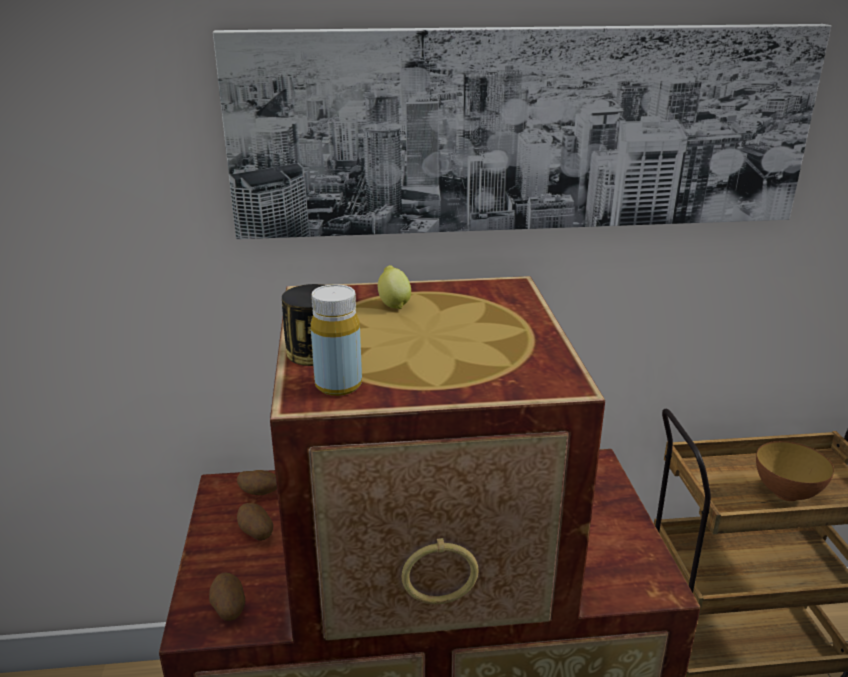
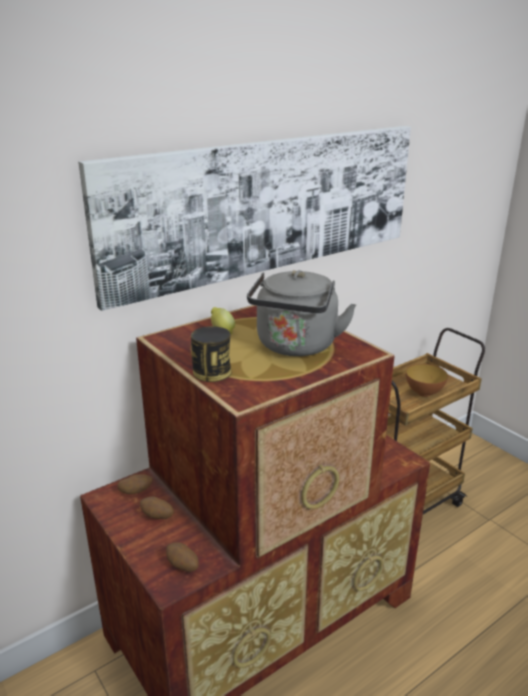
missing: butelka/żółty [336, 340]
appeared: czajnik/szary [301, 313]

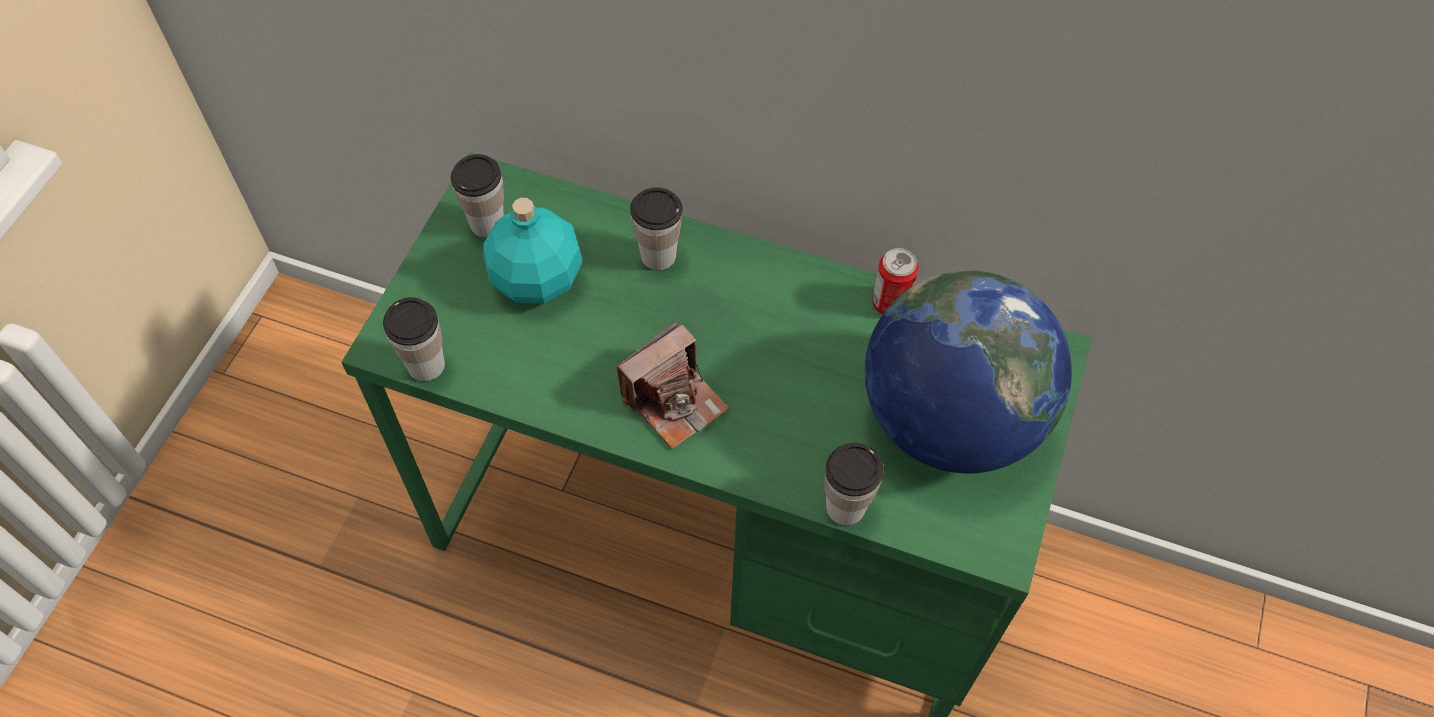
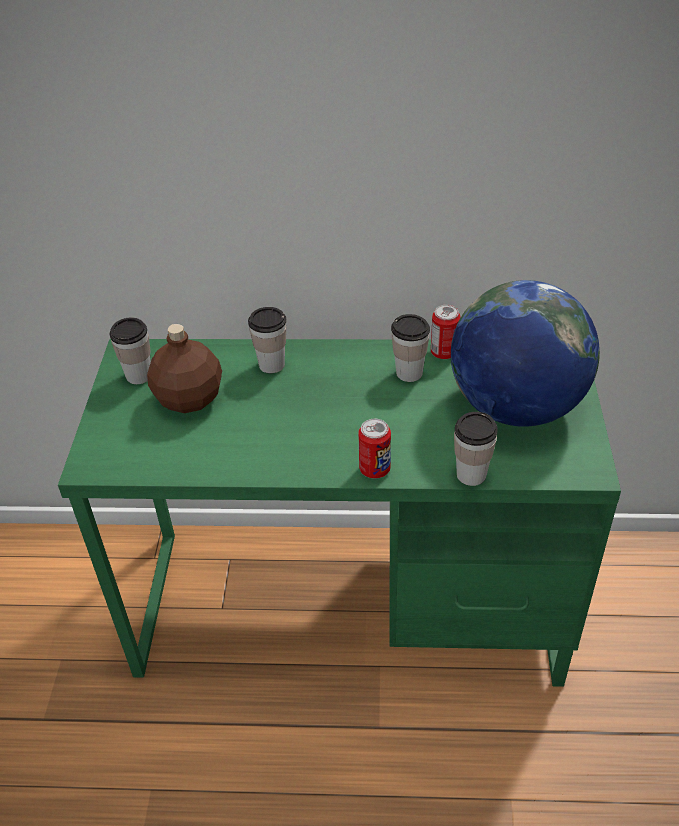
missing: aparat fotograficzny [673, 385]
appeared: puszka [374, 448]
relocated: filiżanka [414, 339] to [410, 348]
colour: butelka/turkusowy [533, 251] to butelka/brązowy [184, 368]

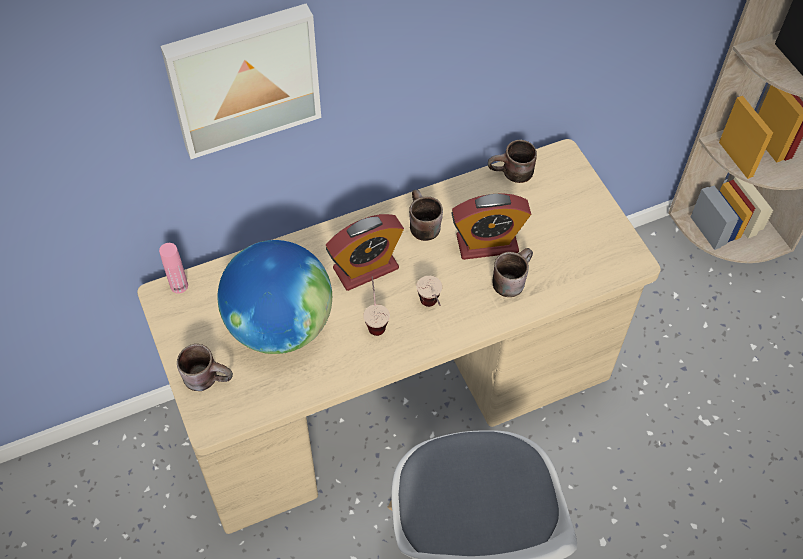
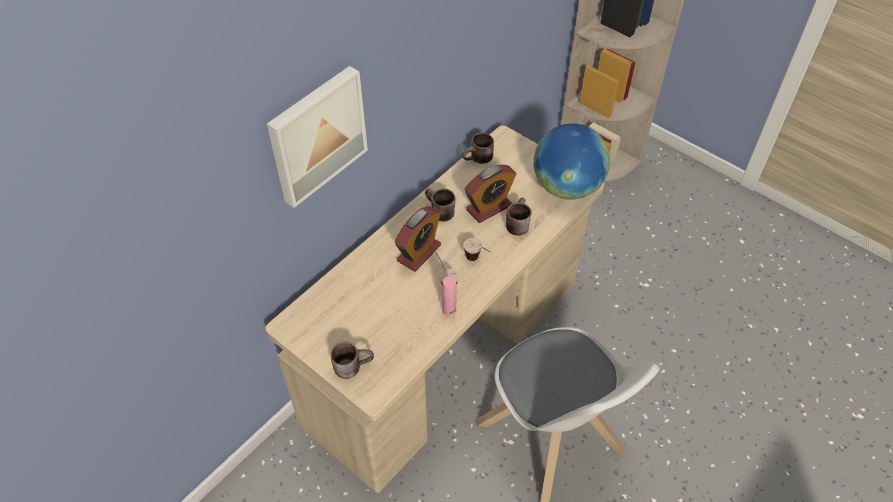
relocated: globus [275, 297] to [571, 161]; butelka/różowy [173, 268] to [449, 296]

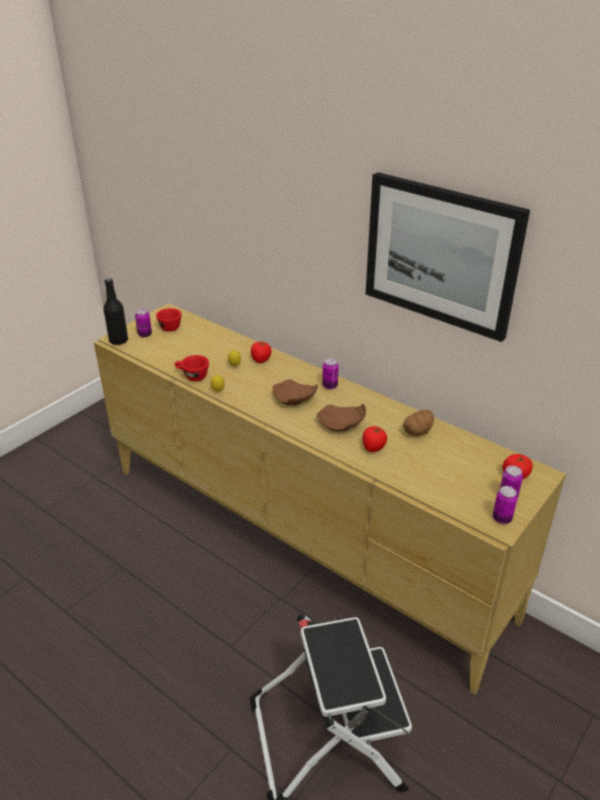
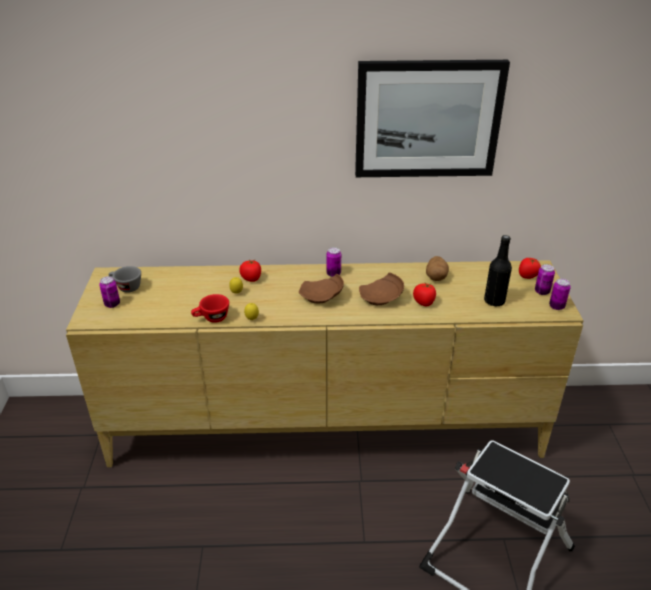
relocated: butelka/czarny [115, 311] to [498, 270]
colour: filiżanka/czerwony [169, 320] to filiżanka/szary [124, 279]

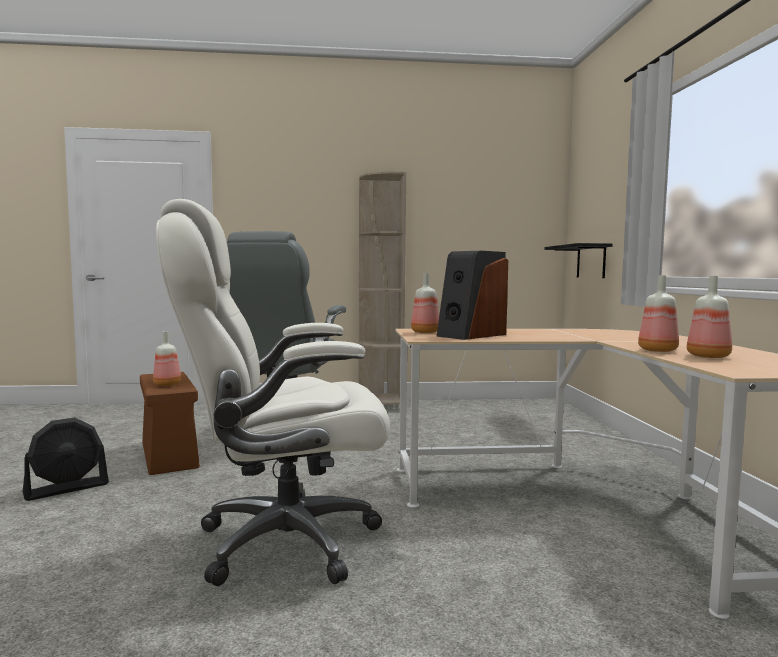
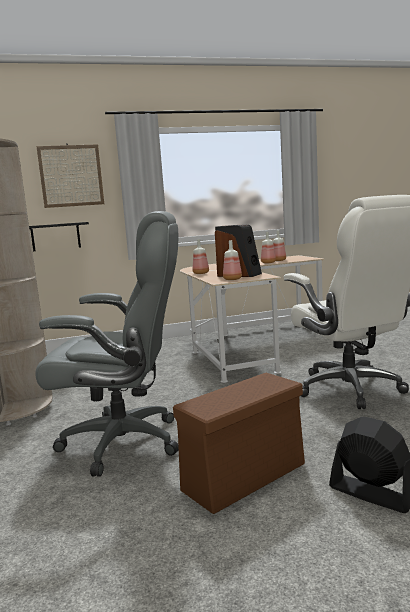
appeared: obraz [70, 175]
relocated: butelka [167, 358] to [200, 256]

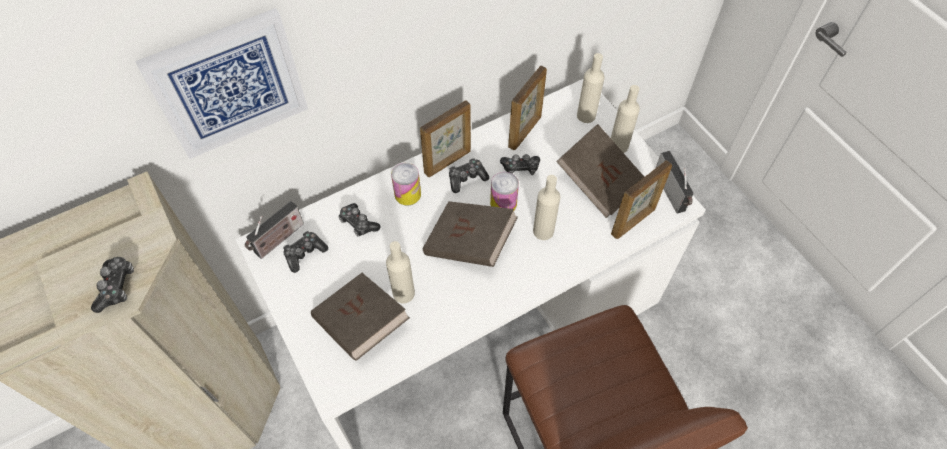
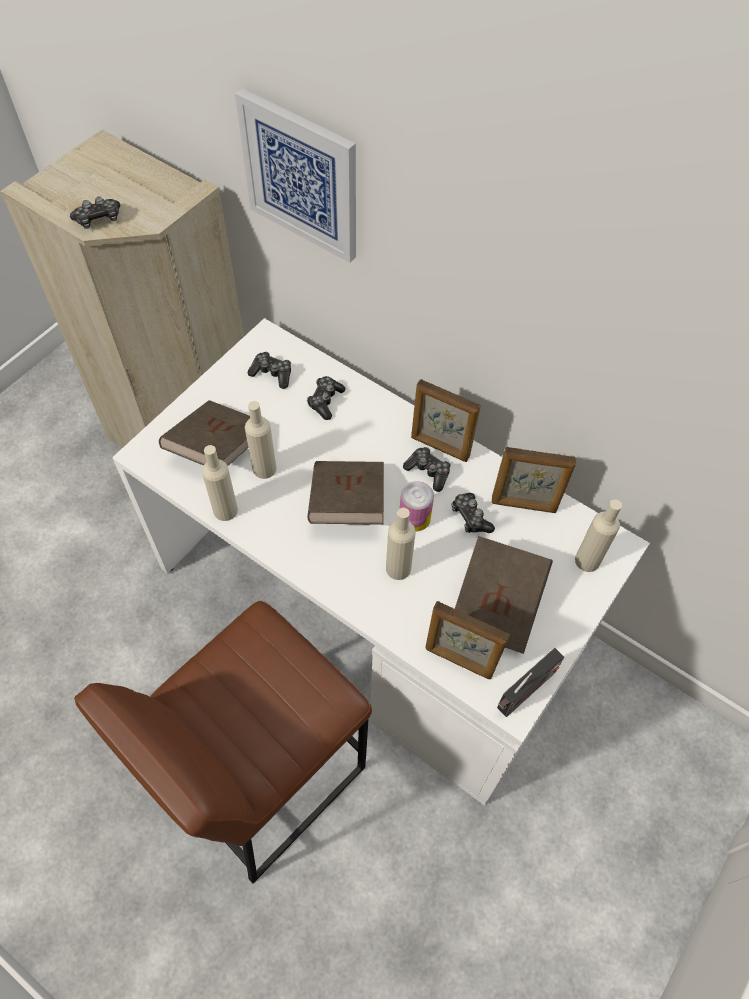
missing: puszka [406, 184]; radio [274, 230]
relocated: butelka/beżowy [625, 119] to [220, 483]

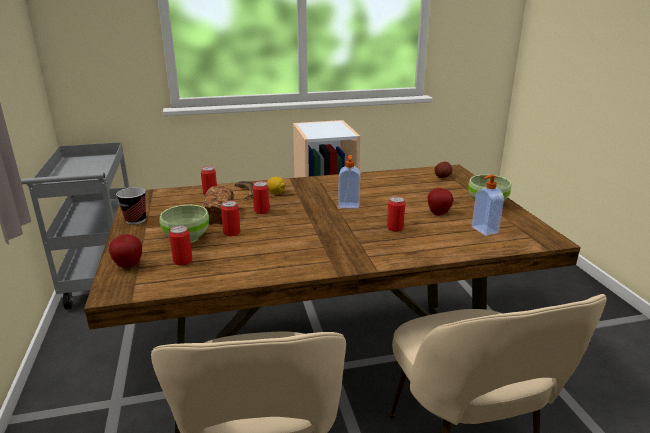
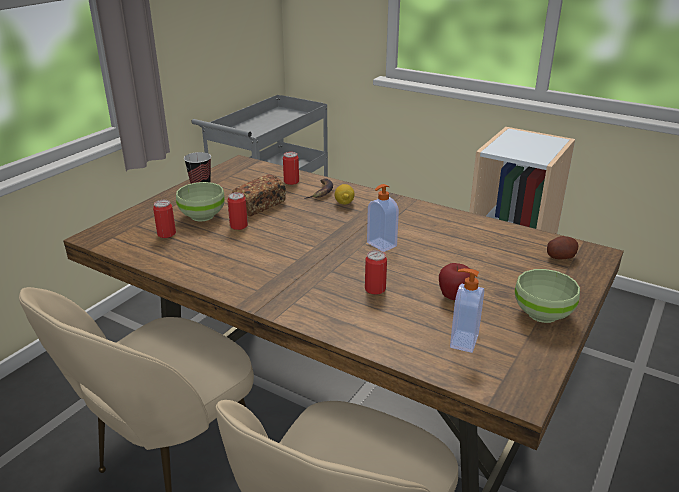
missing: puszka [261, 197]; jabłko [125, 251]

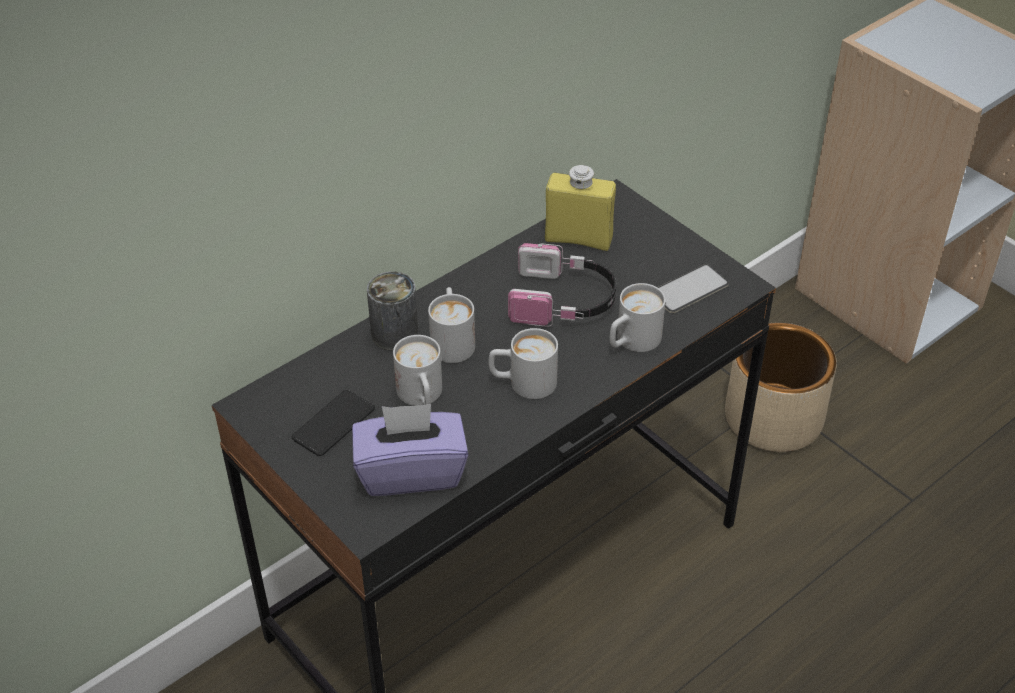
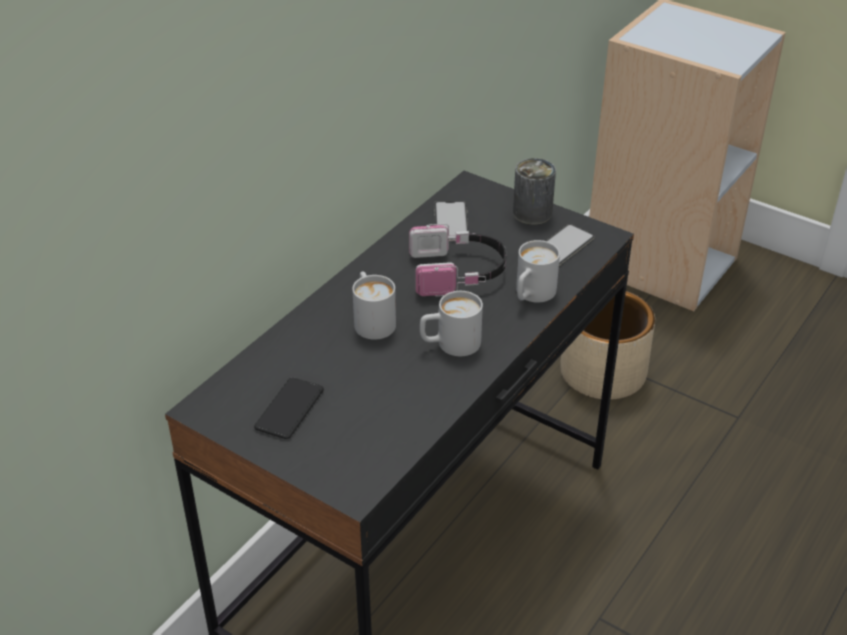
missing: kubek/biały [417, 370]; pudełko chusteczek/fioletowy [410, 450]
relocated: puszka [392, 311] to [534, 191]
exchanged: butelka/żółty [580, 208] to telefon [451, 221]

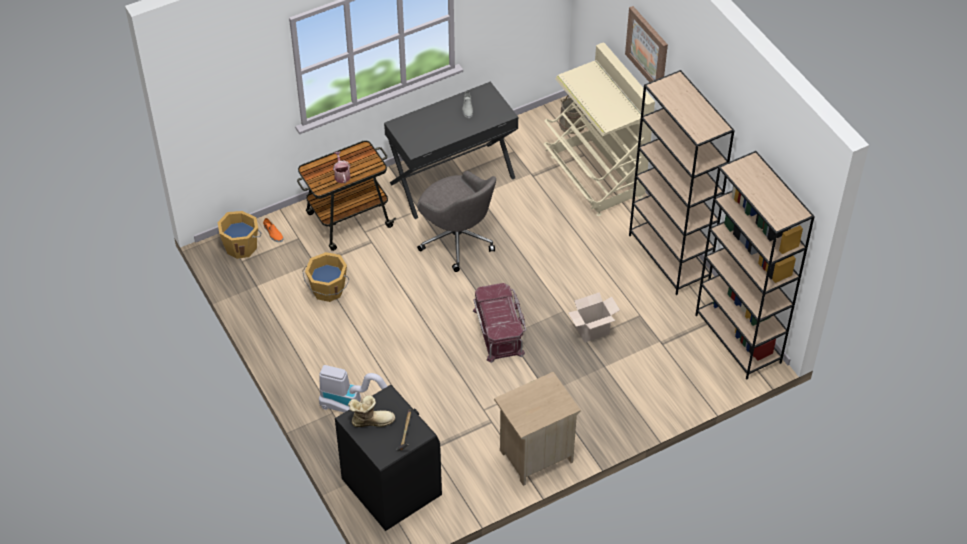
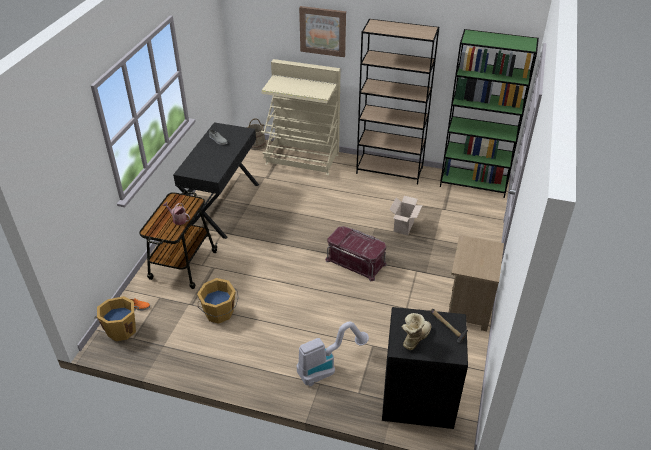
missing: krzesło biurowe/szary [456, 221]
colour: regał/beżowy [755, 265] to regał/zielony [489, 113]

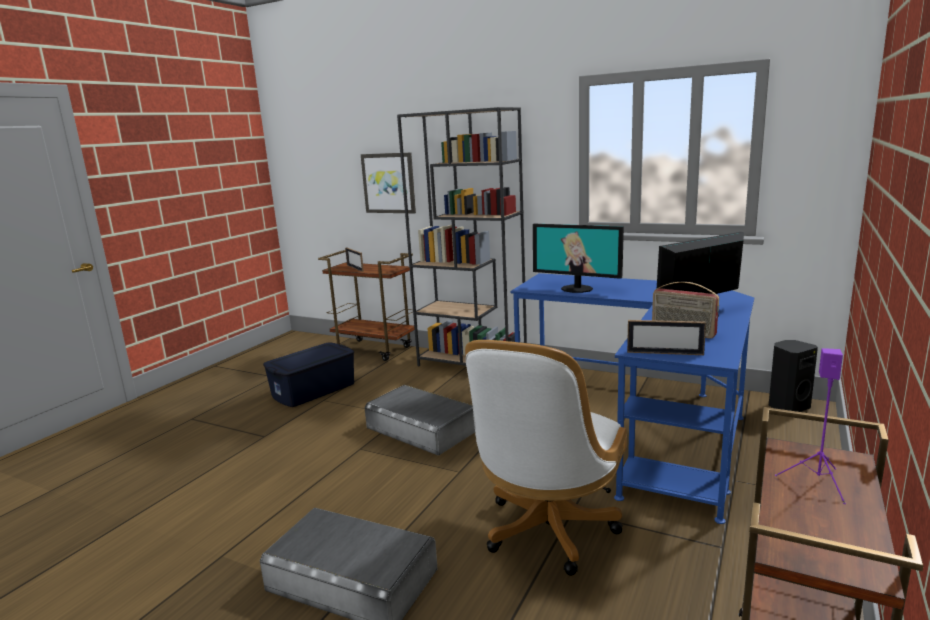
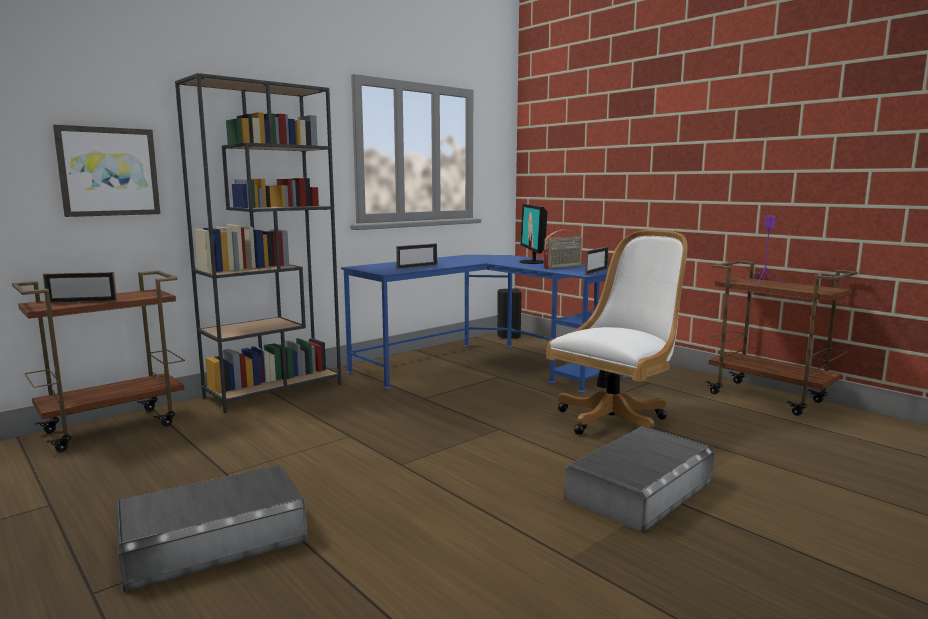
missing: pojemnik do przechowywania/niebieski [308, 374]
relocated: pojemnik do przechowywania/szary [420, 420] to [211, 528]
exchanged: monitor [578, 258] to ramka na zdjęcie [416, 256]
spun: krzesło biurowe/biały [546, 458] = [617, 332] 90 degrees counterclockwise

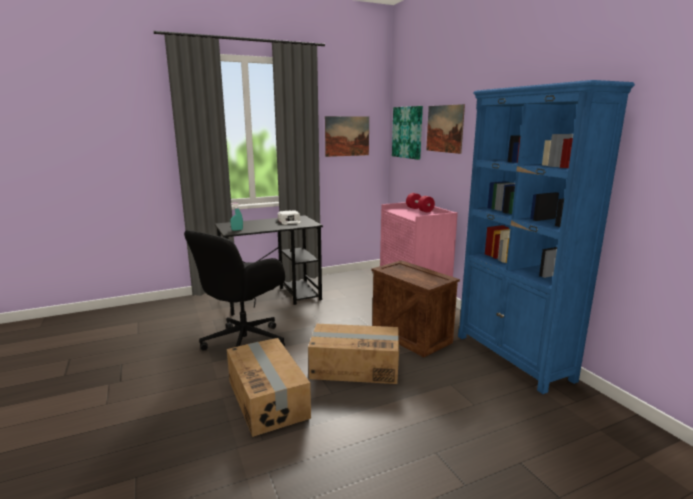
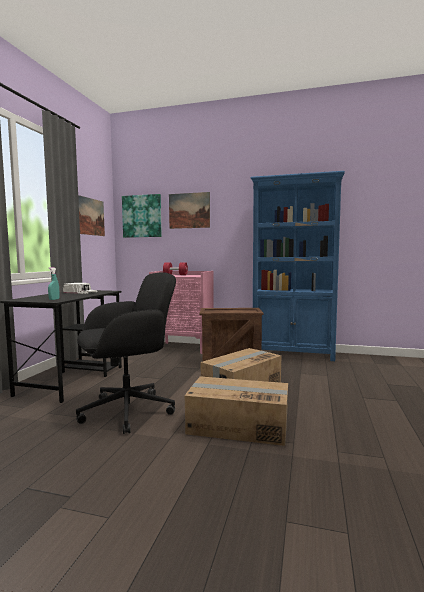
spun: krzesło biurowe/czarny [234, 290] = [126, 353] 105 degrees counterclockwise

